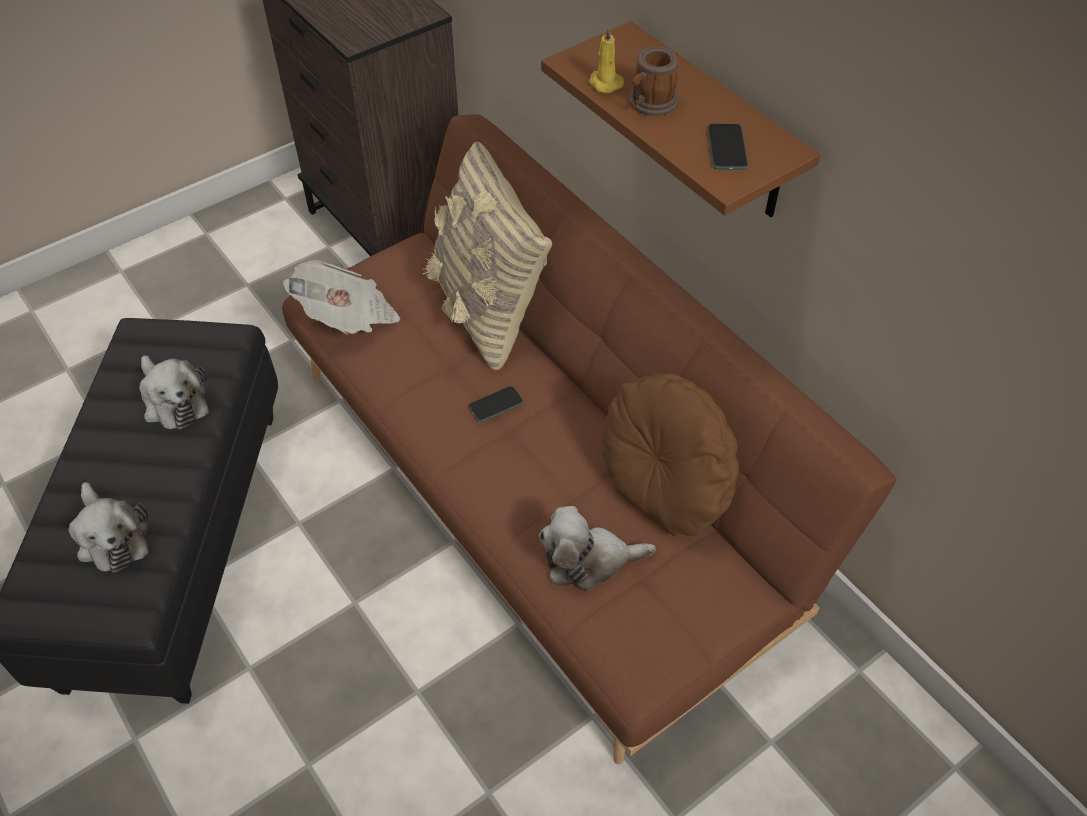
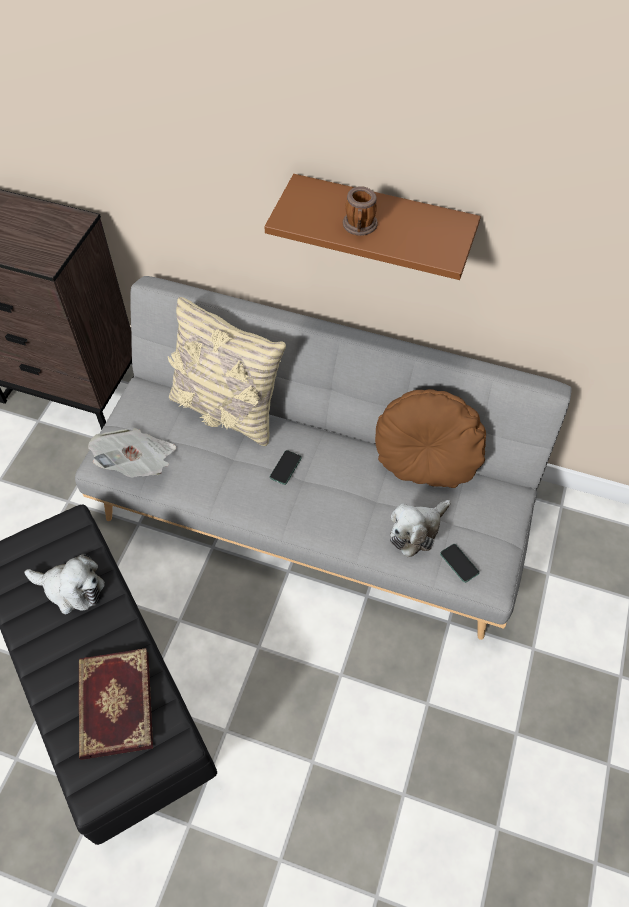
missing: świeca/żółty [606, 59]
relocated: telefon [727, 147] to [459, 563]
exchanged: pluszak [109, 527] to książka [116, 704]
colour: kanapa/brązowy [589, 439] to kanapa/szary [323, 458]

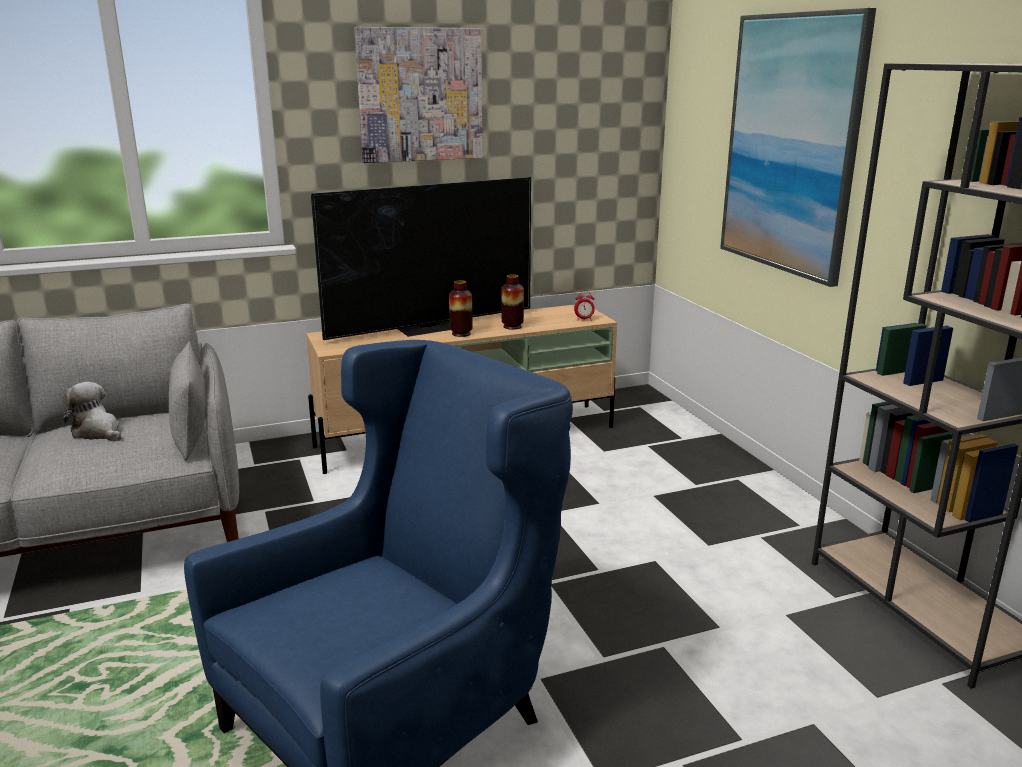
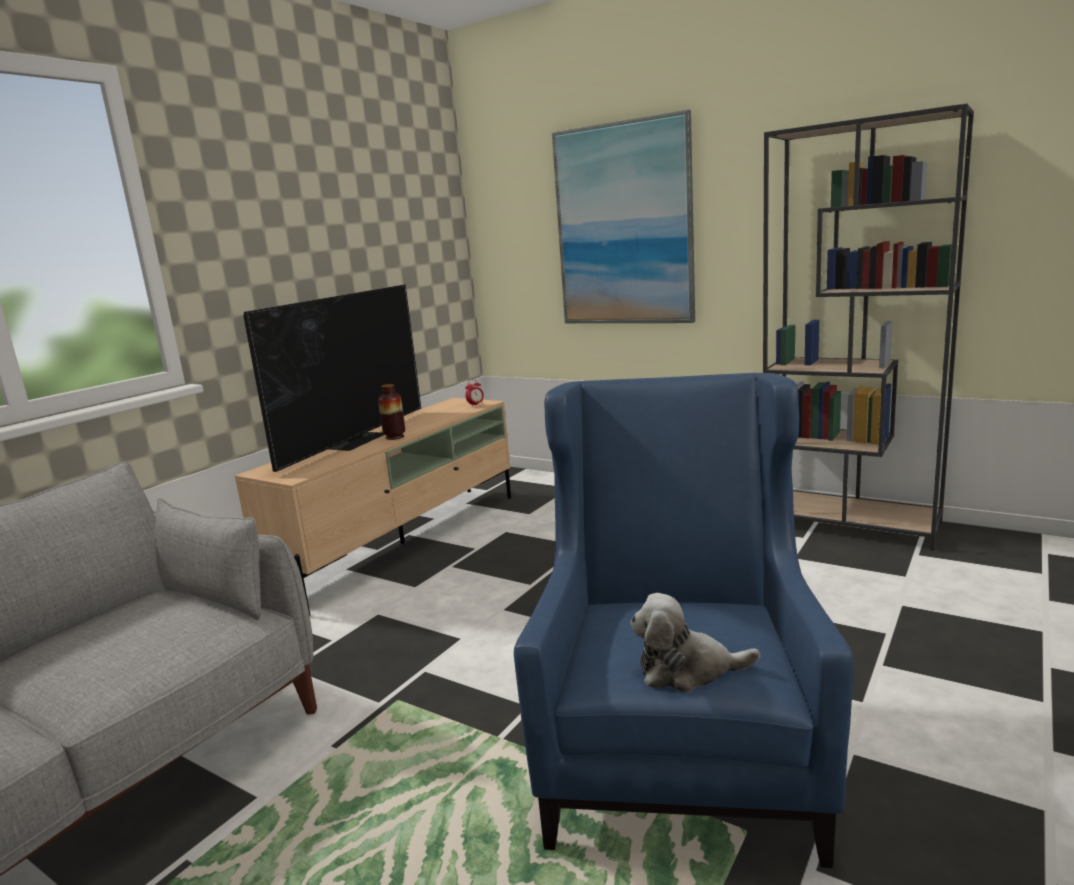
missing: obraz [418, 95]; wazon [512, 302]
relocated: pluszak [92, 411] to [695, 642]

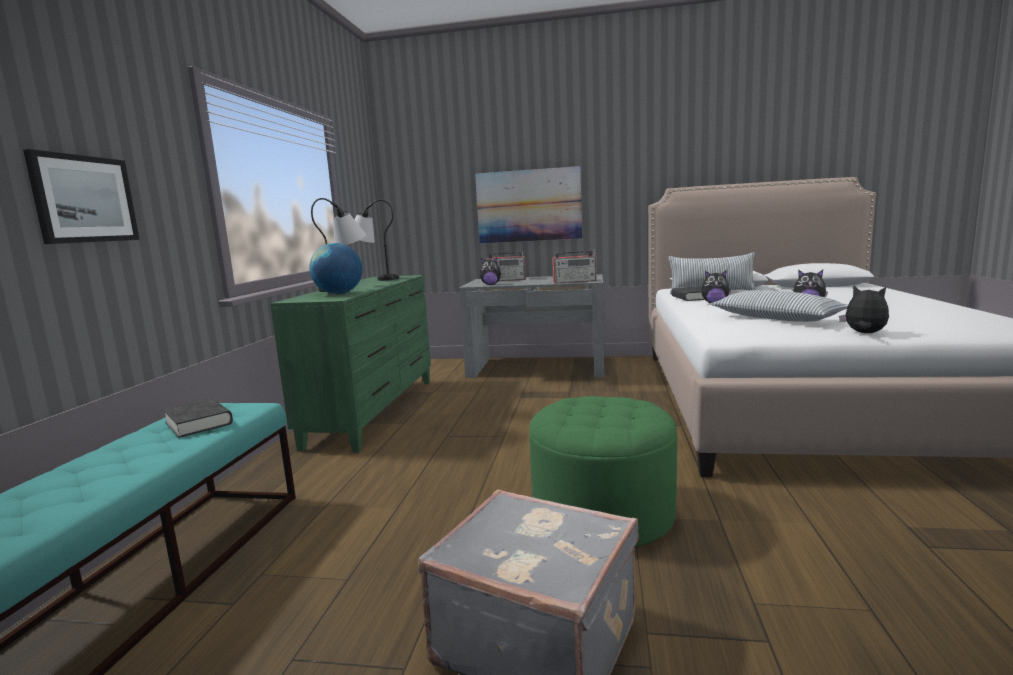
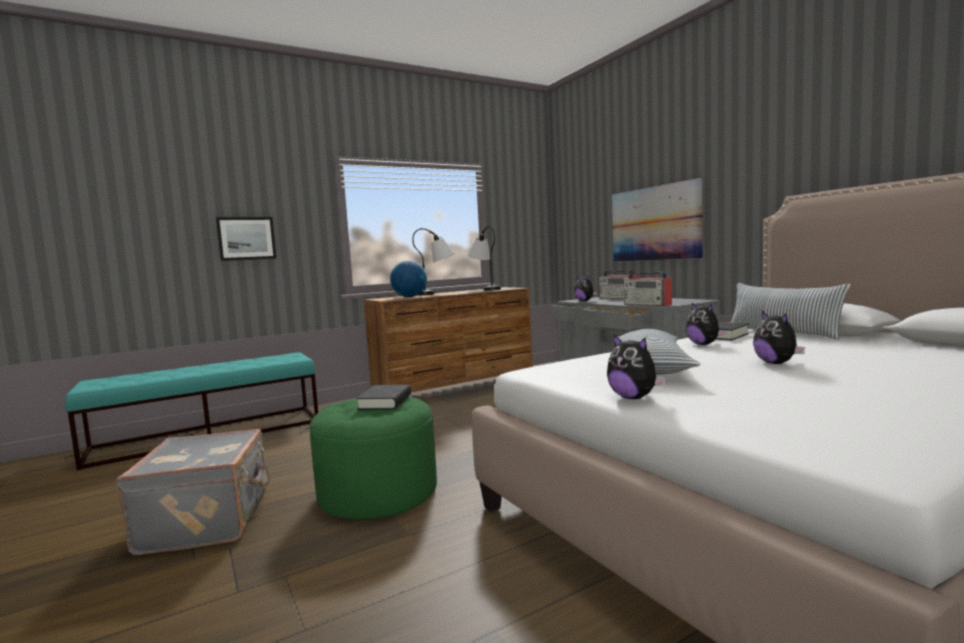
relocated: książka/czarny [198, 418] to [383, 397]
colour: komoda/zielony [350, 364] to komoda/brązowy [448, 339]
spun: pluszak [864, 309] = [636, 367] 135 degrees clockwise

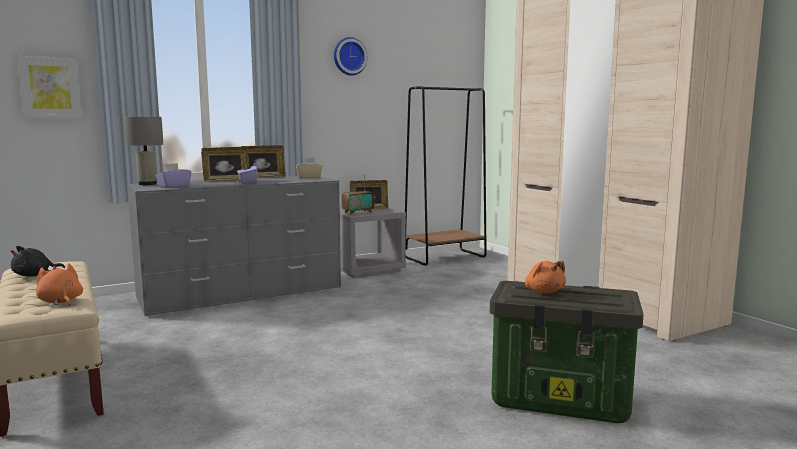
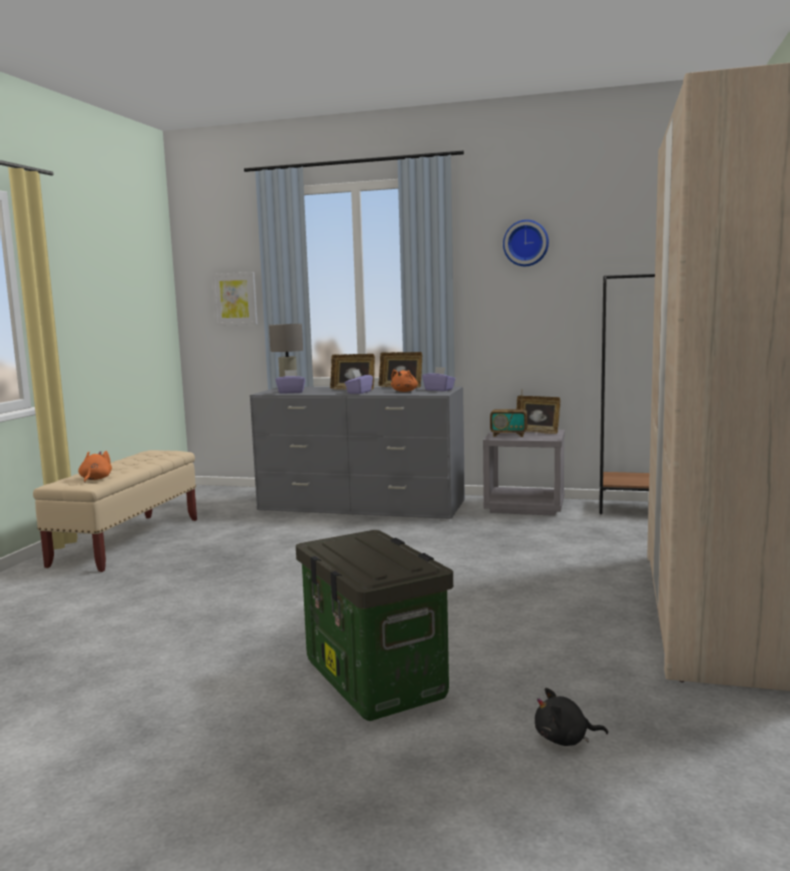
relocated: pluszak/czarny [38, 261] to [571, 717]; pluszak/pomarańczowy [545, 276] to [404, 380]
colour: pudełko chusteczek/beżowy [309, 168] to pudełko chusteczek/fioletowy [439, 379]

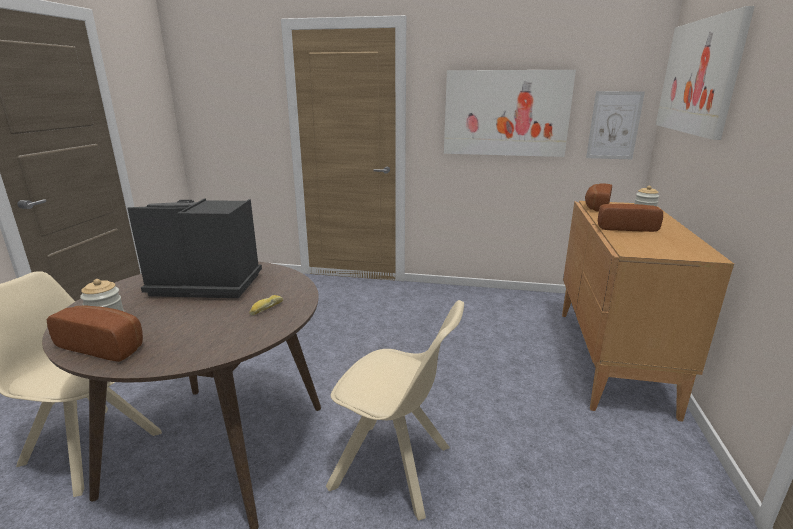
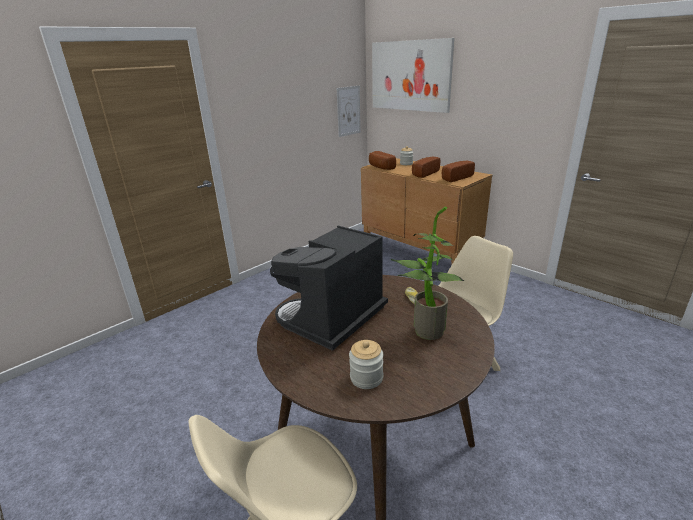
missing: obraz [510, 113]
appeared: roślina doniczkowa [428, 273]
relocated: chleb [94, 333] to [458, 171]

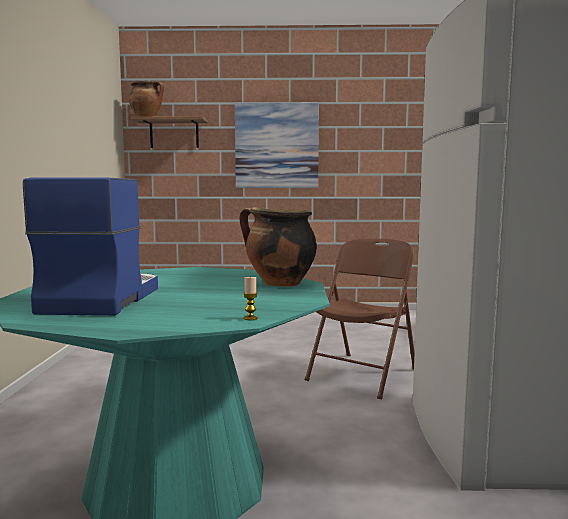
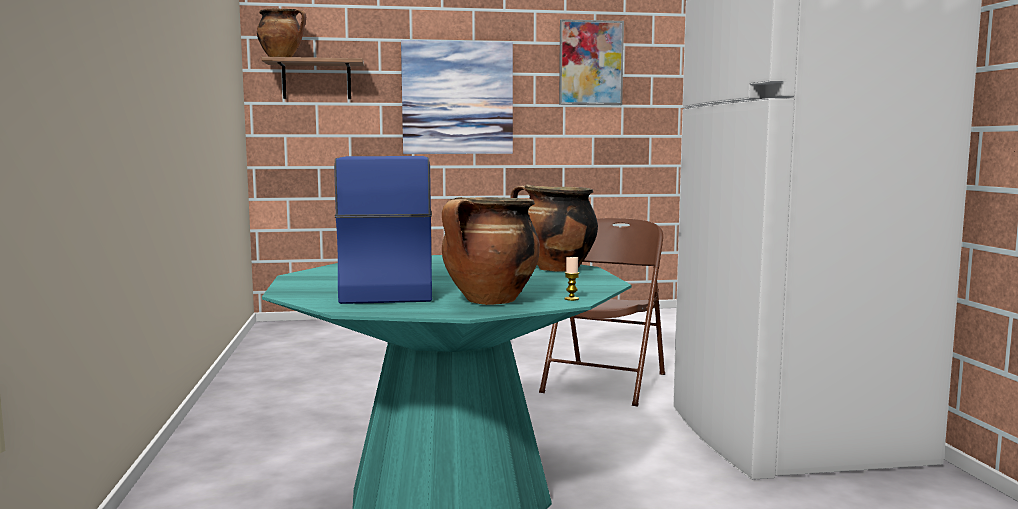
appeared: obraz [591, 62]; garnek [491, 251]

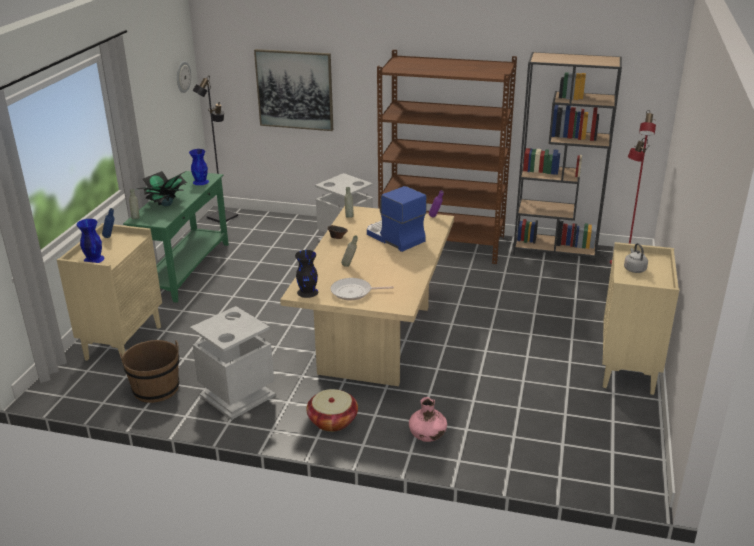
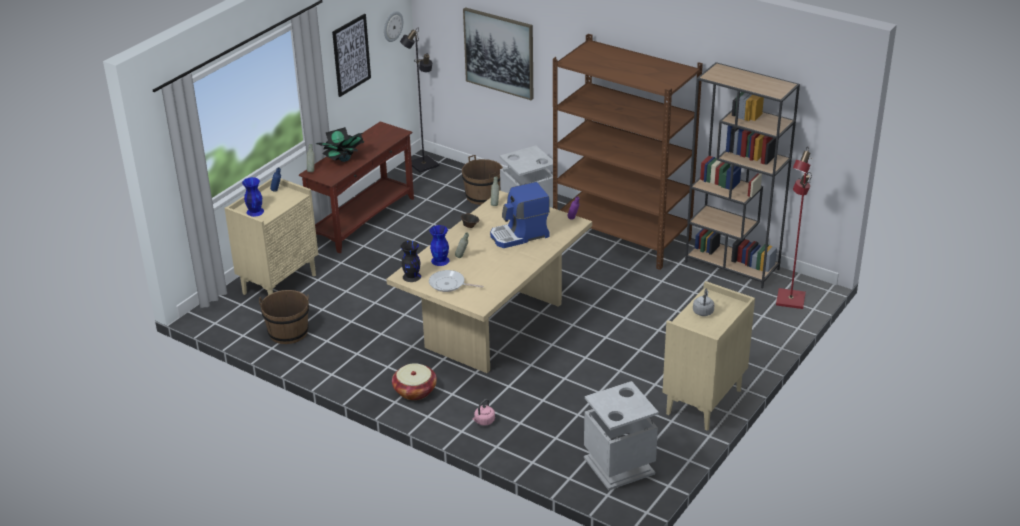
appeared: obraz [351, 55]; wiadro/brązowy [482, 180]
relocated: wazon/niebieski [199, 167] to [440, 245]; kosz na śmieci/szary [232, 363] to [621, 435]
exchanged: wazon/różowy [428, 419] to czajnik/różowy [483, 412]
colour: stolik konsolowy/zielony [176, 237] to stolik konsolowy/brązowy [356, 187]
spun: ekspres do kawy [397, 219] = [520, 215] 90 degrees counterclockwise

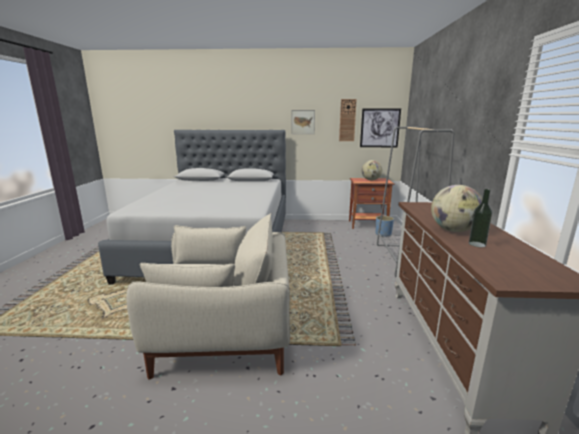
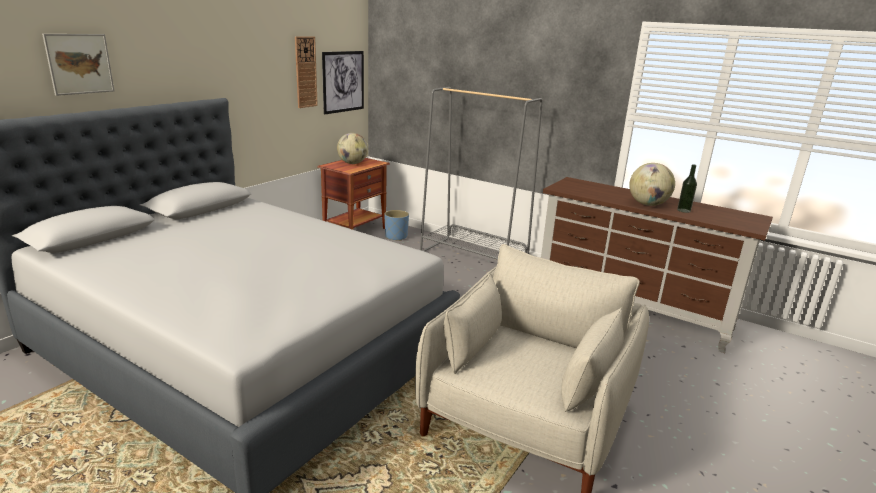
relocated: obraz [303, 122] to [78, 65]

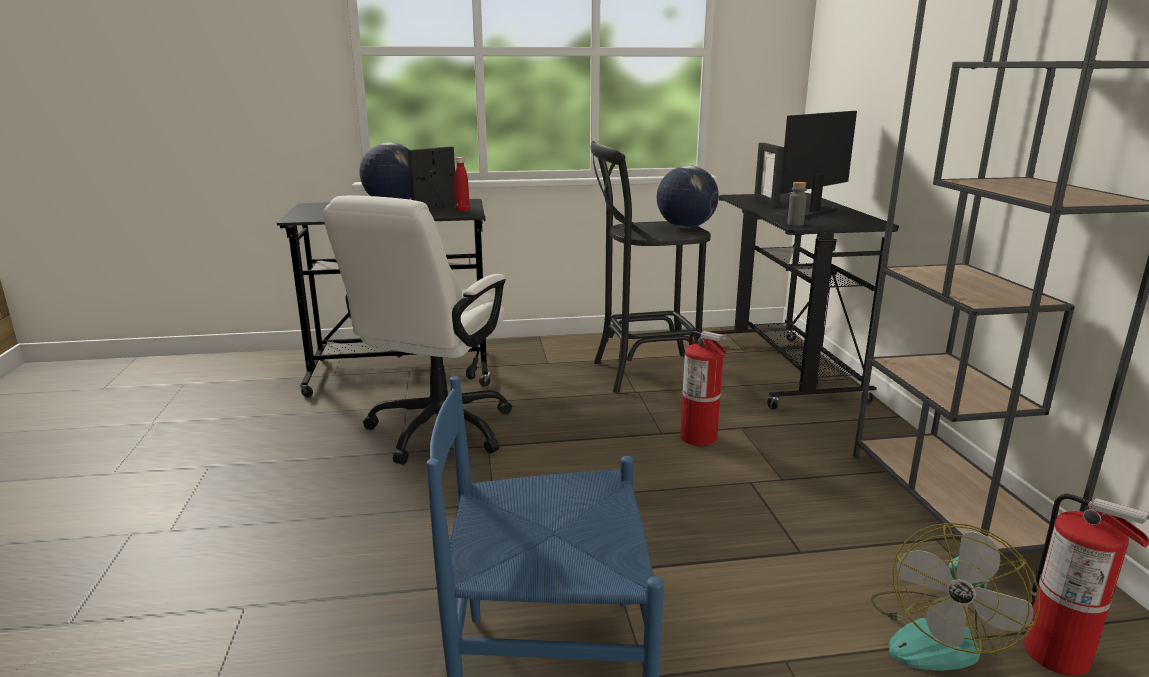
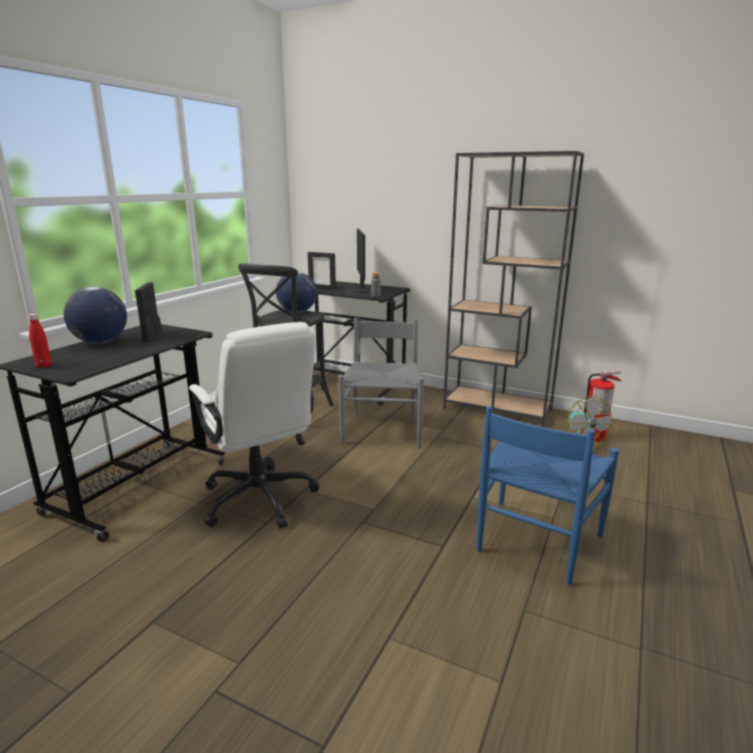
relocated: butelka/czerwony [462, 184] to [40, 341]
exchanged: gaśnica [703, 388] to krzesło/szary [381, 382]

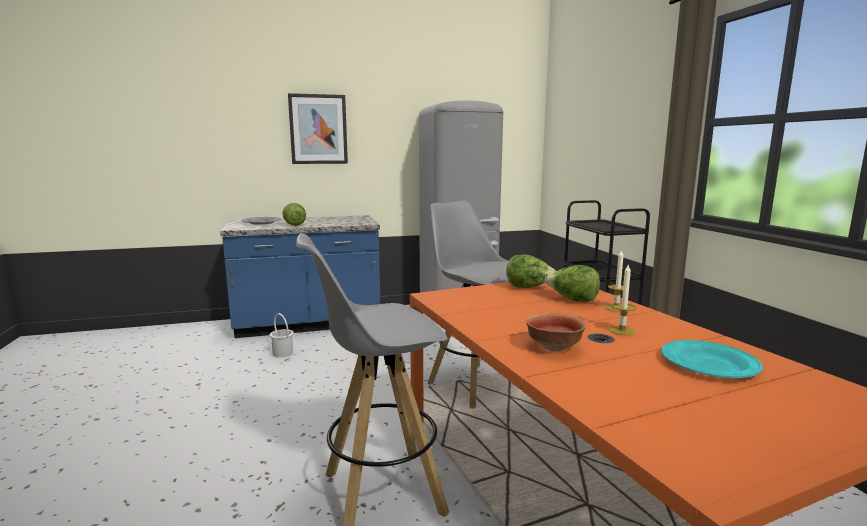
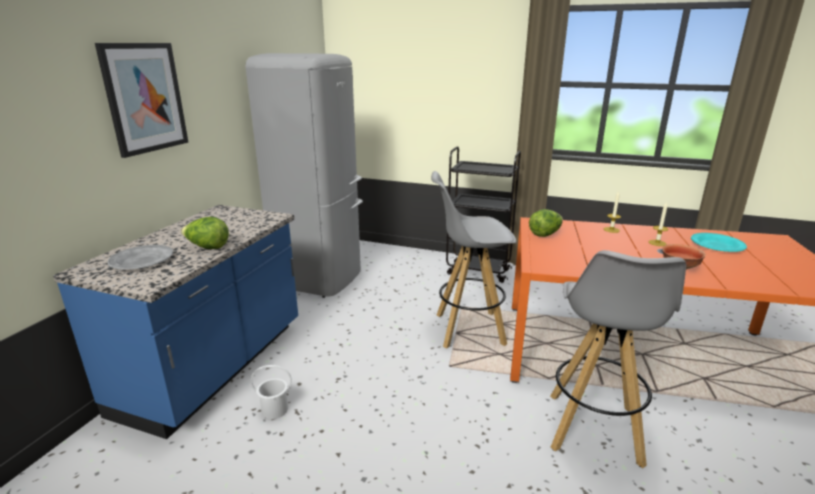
missing: sałata [572, 283]

